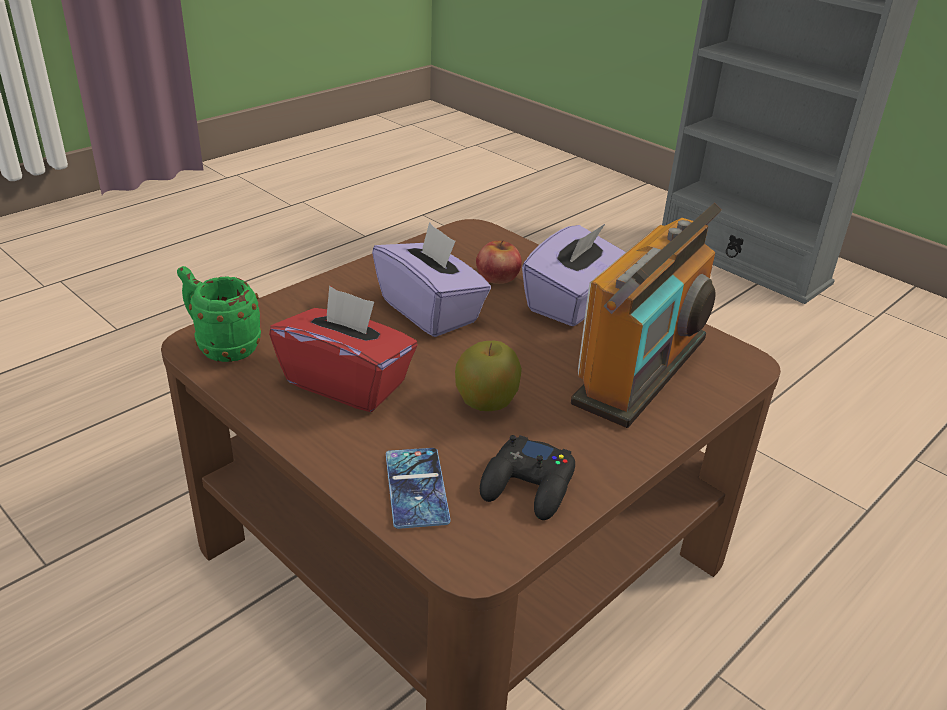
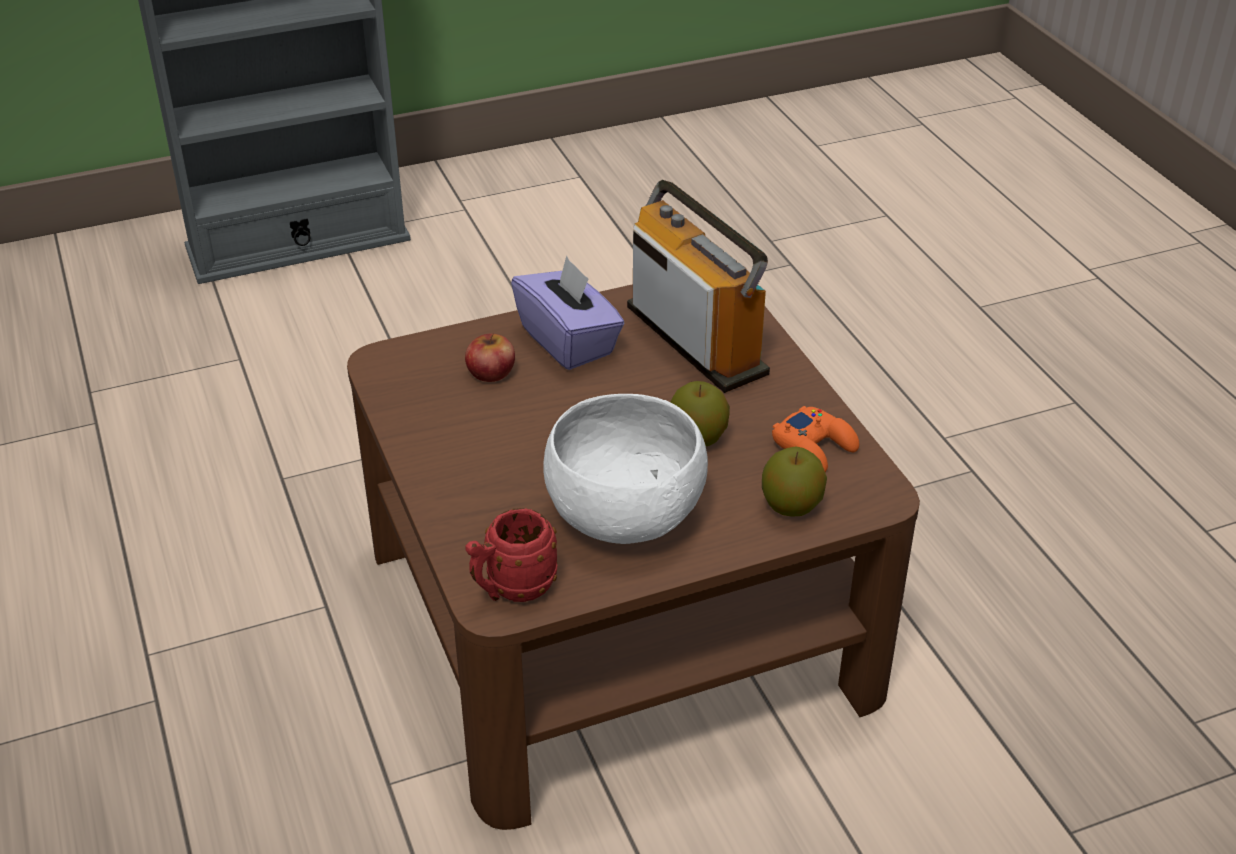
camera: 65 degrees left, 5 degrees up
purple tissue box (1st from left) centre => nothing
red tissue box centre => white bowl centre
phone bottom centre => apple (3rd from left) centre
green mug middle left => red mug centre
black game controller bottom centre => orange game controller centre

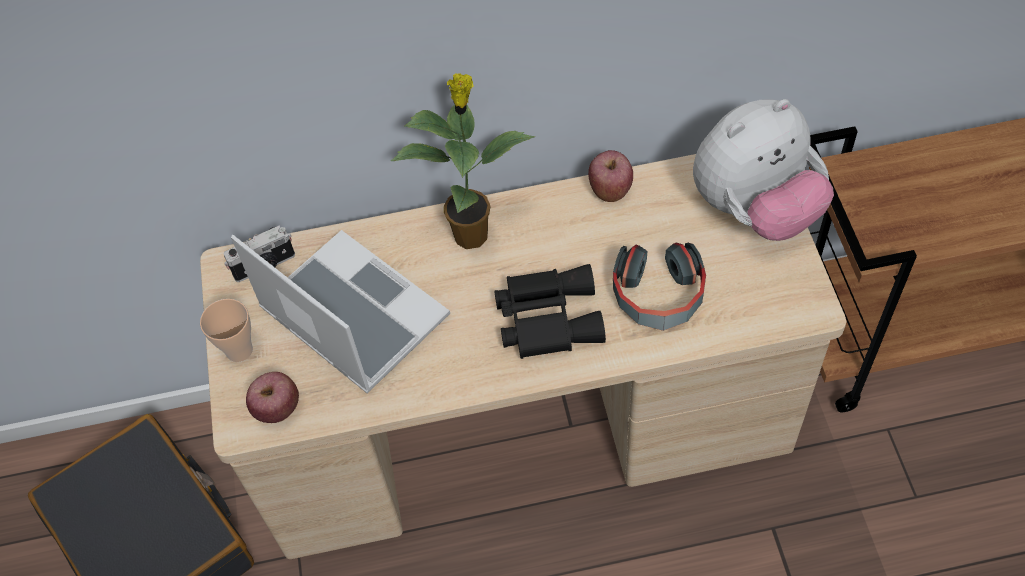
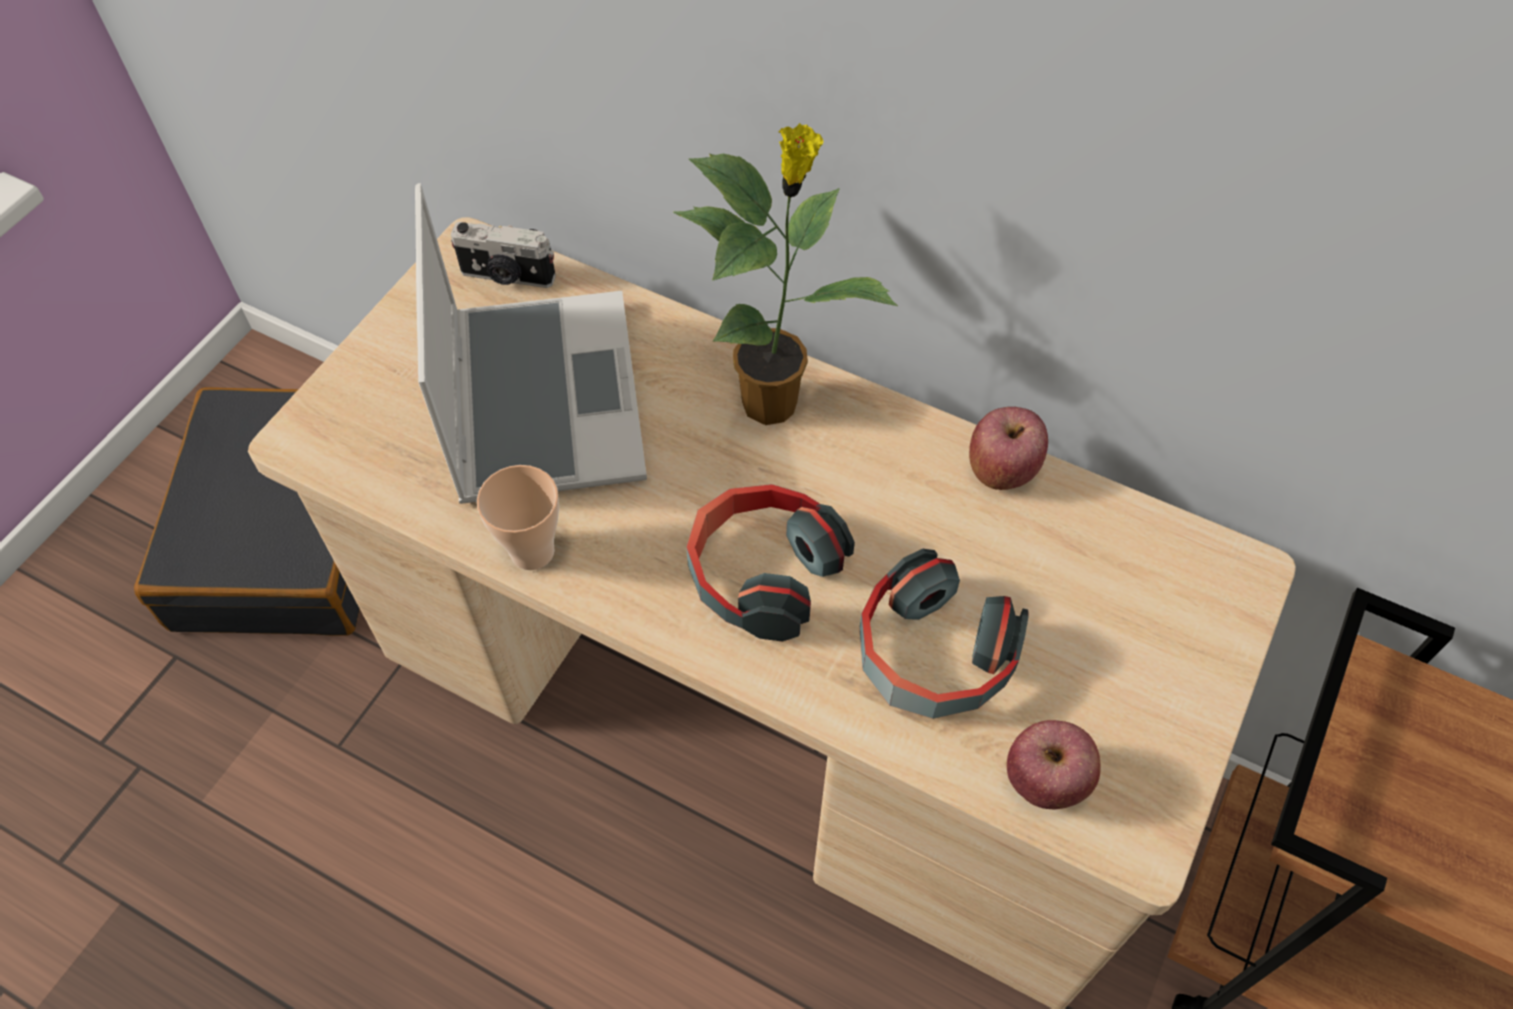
camera: 35 degrees right, 0 degrees up
plush toy top right => nothing
cup middle left => cup centre, move
apple (1st from left in the first image) bottom left => apple (2nd from left) bottom right, move
black binoculars centre => headphones (1st from left) centre

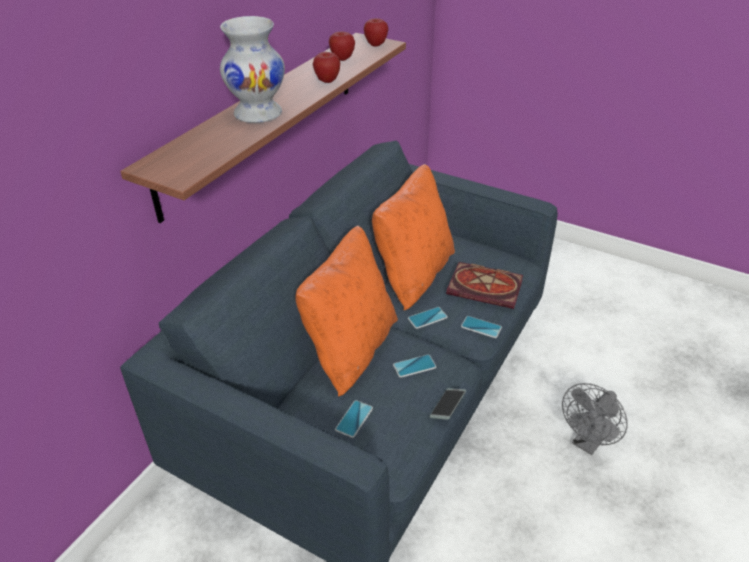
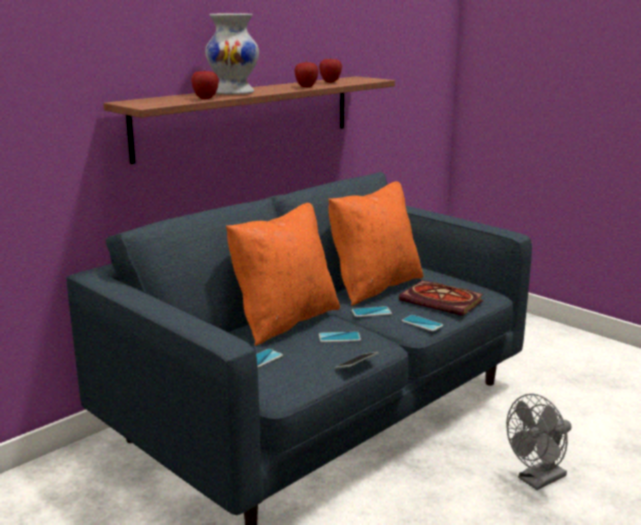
camera: 15 degrees right, 20 degrees down
apple (3rd from left in the first image) top centre => apple (1st from left) top left, move

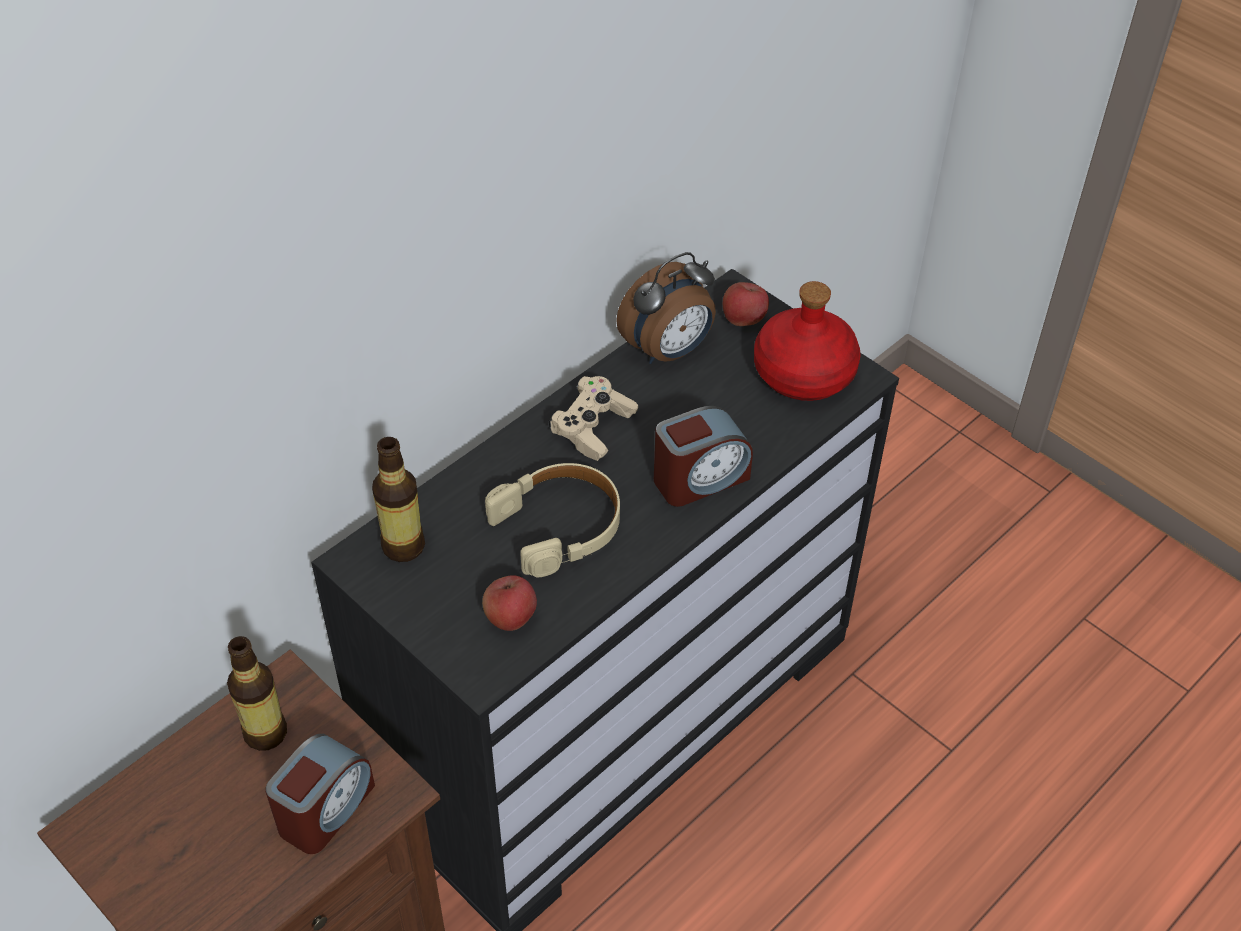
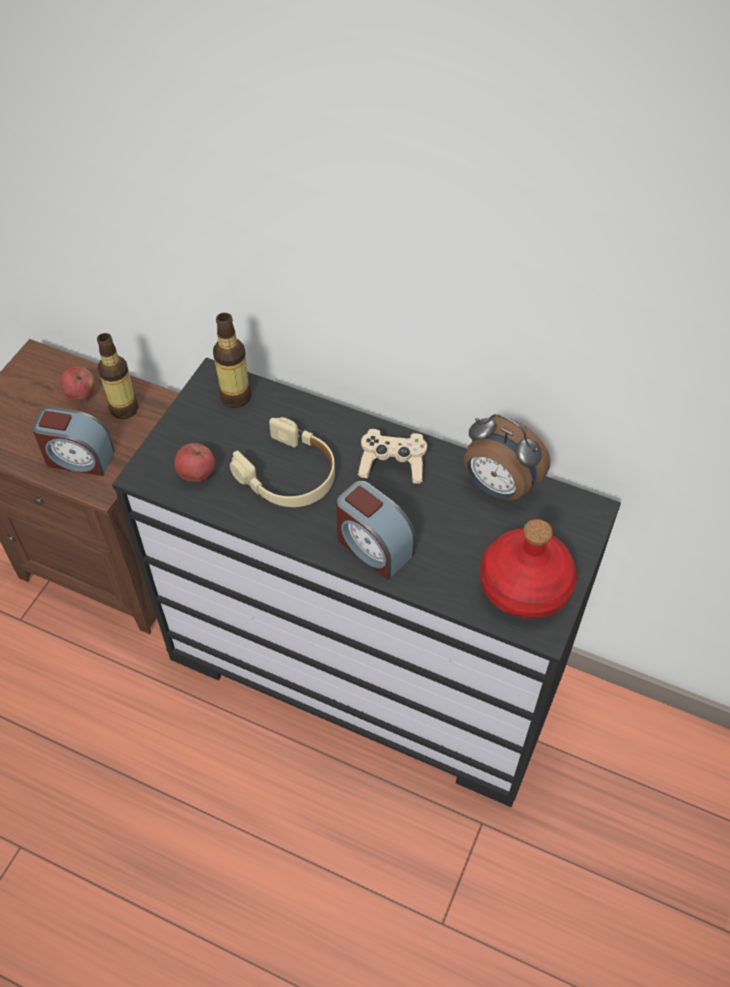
camera: 70 degrees right, 5 degrees up
apple (2nd from left in the first image) top centre => apple (1st from left) middle left, move

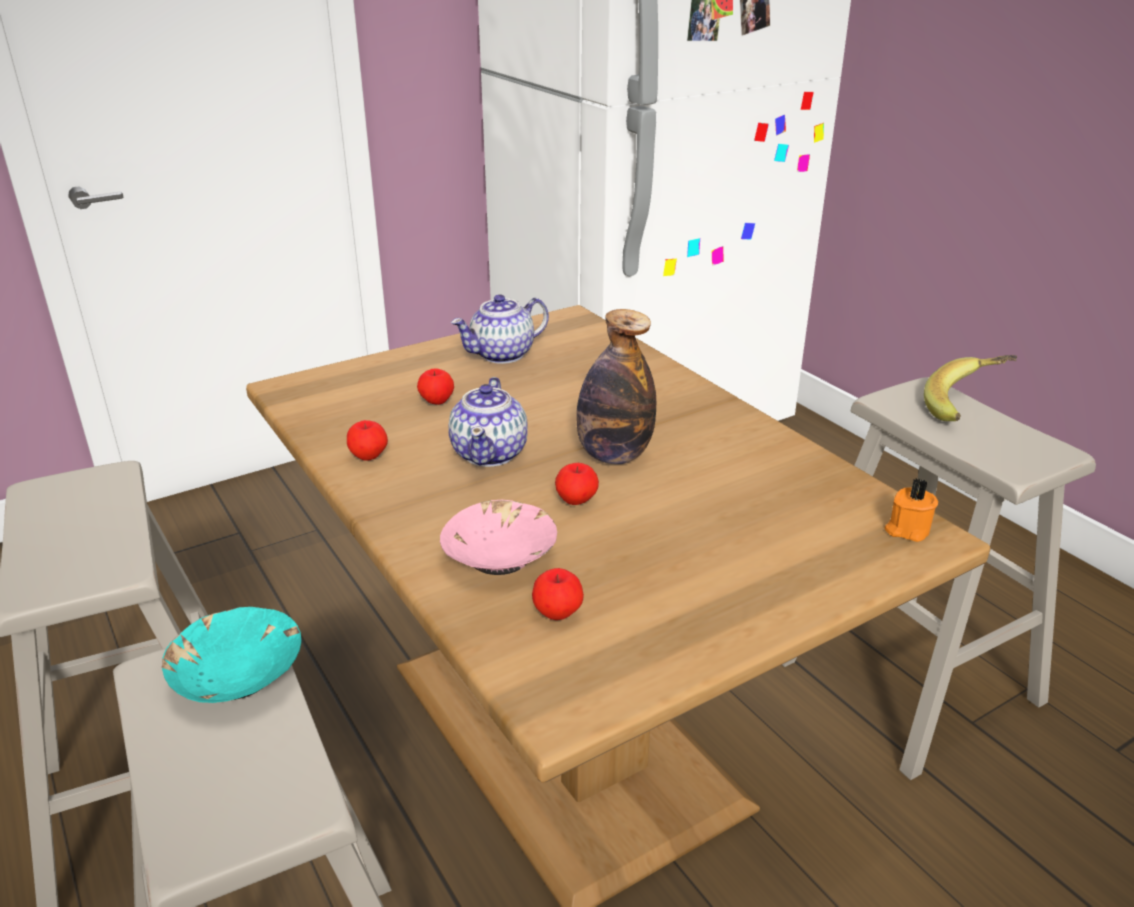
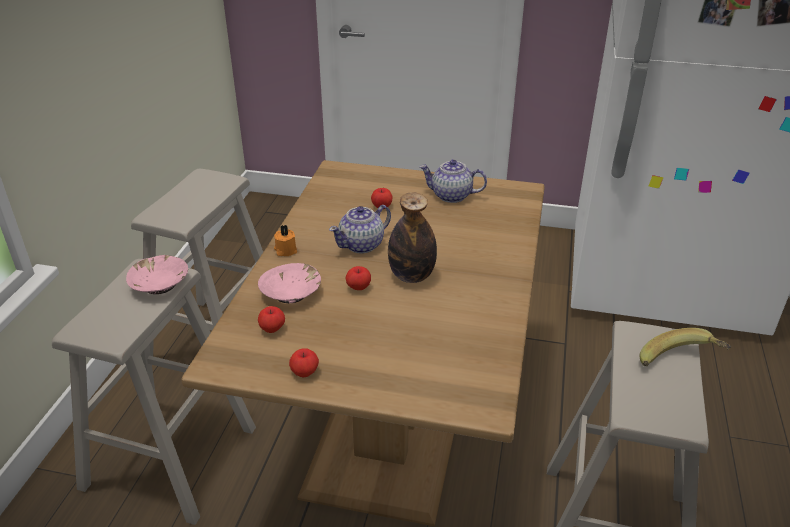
camera: 45 degrees right, 5 degrees up
apple (1st from left in the first image) middle left => apple (2nd from left) bottom centre, move
orange candle middle right => orange candle centre, move
turquoise bowl bottom left => pink bowl (1st from left) middle left

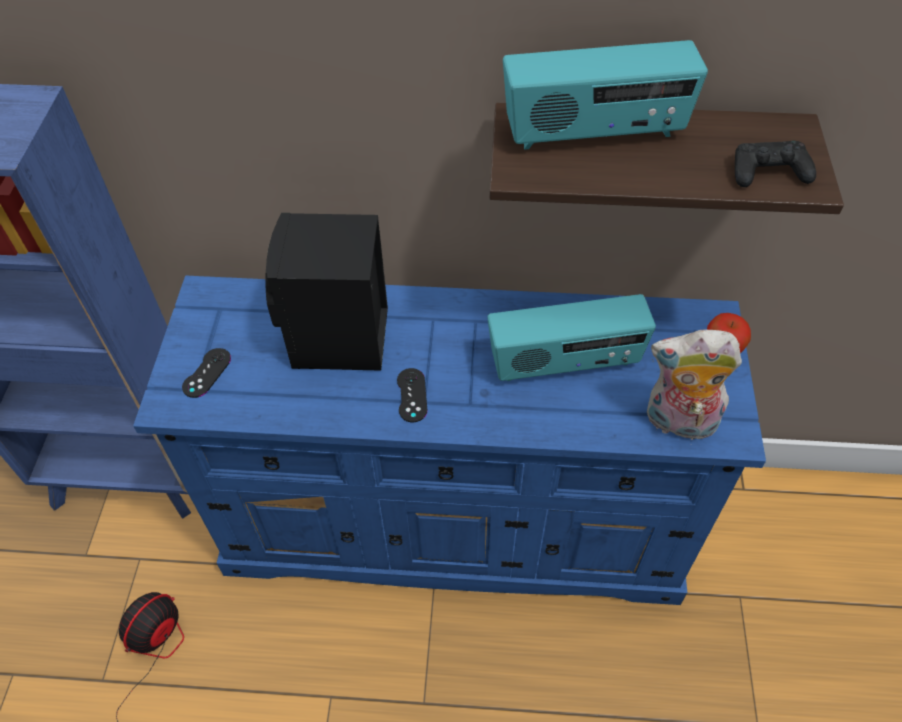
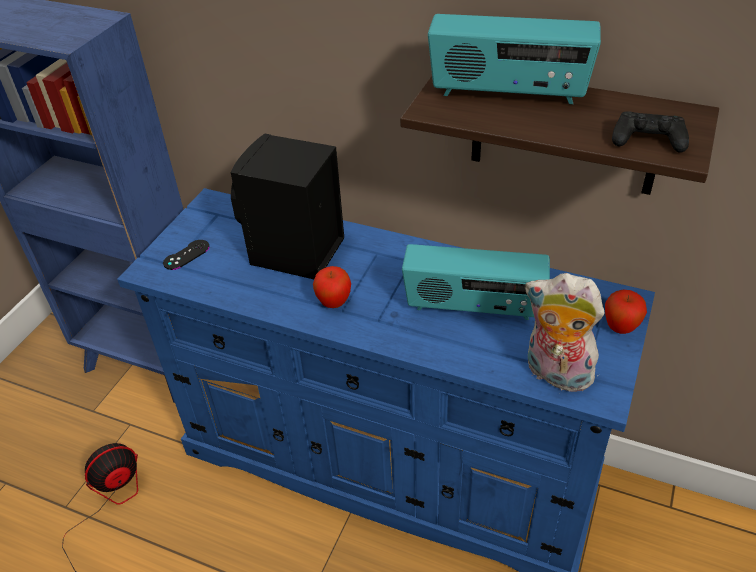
camera: 20 degrees right, 10 degrees down
black game controller (2nd from left) centre => apple (1st from left) centre

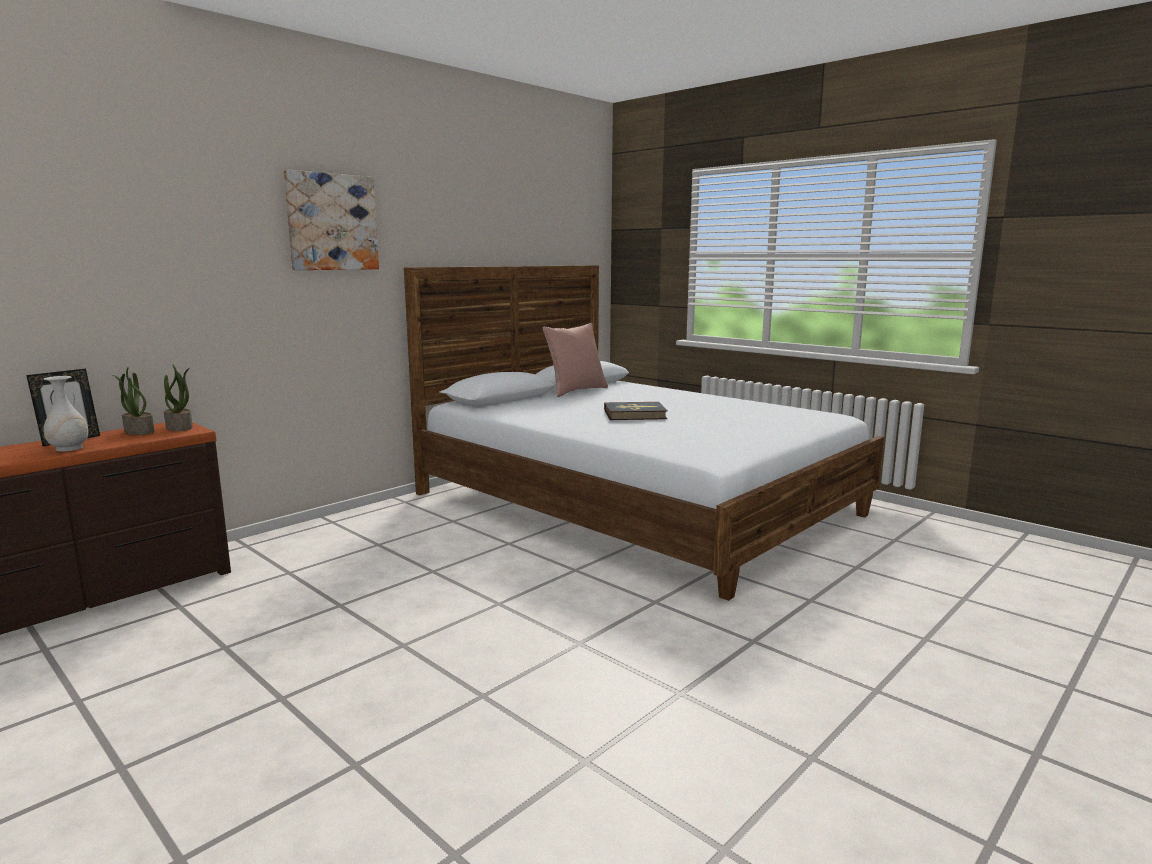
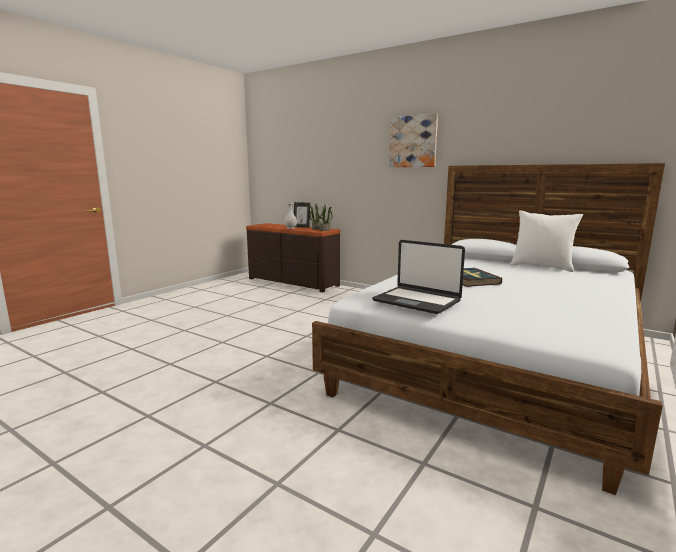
camera: 80 degrees right, 0 degrees up
nothing => laptop centre
pink pillow centre => white pillow middle right

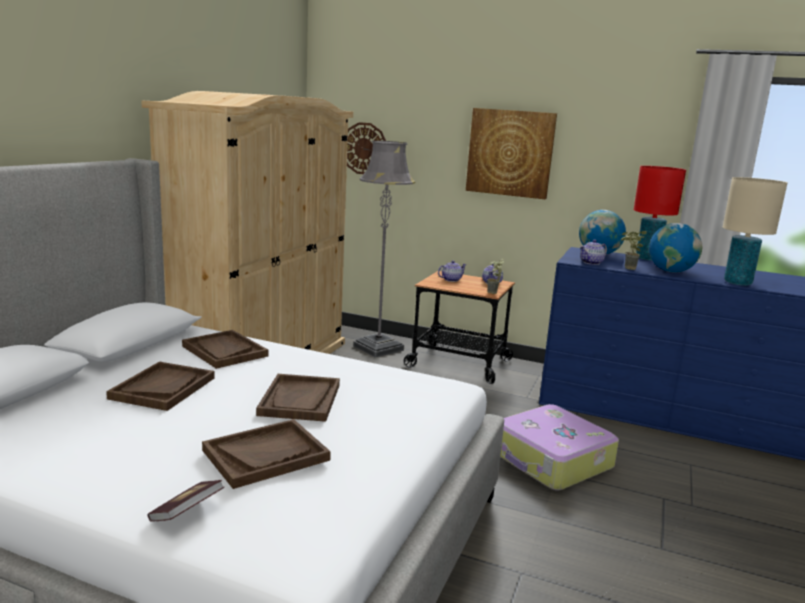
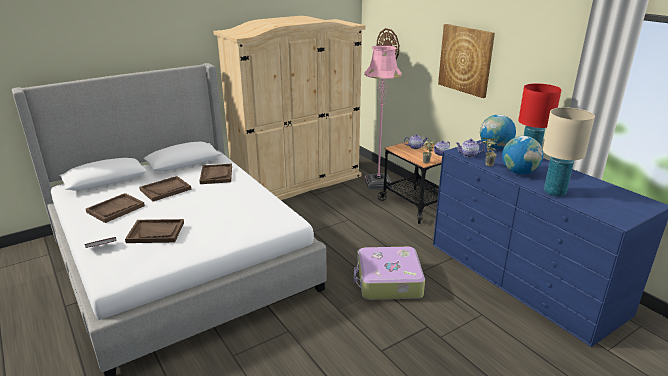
camera: 35 degrees right, 10 degrees up
brown tray (4th from left in the first image) centre => brown tray (1st from left) middle left, move
grey floor lamp centre => pink floor lamp top centre

